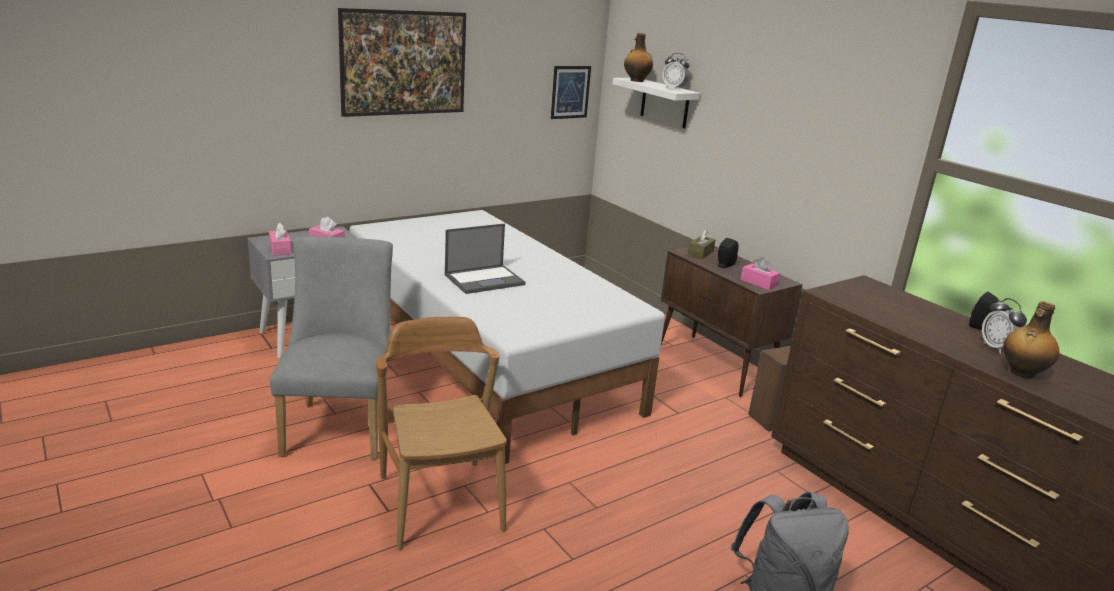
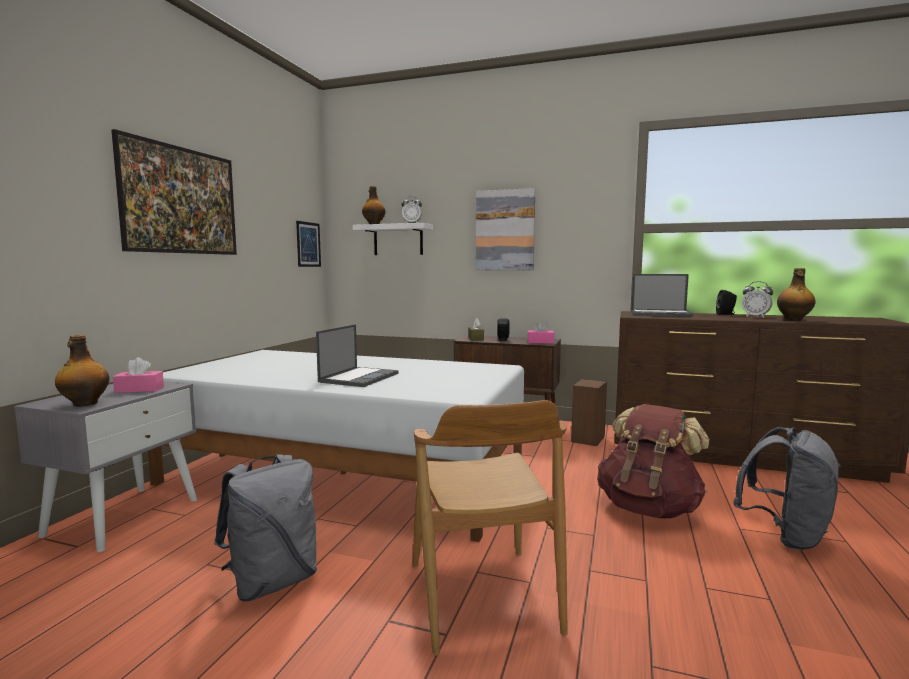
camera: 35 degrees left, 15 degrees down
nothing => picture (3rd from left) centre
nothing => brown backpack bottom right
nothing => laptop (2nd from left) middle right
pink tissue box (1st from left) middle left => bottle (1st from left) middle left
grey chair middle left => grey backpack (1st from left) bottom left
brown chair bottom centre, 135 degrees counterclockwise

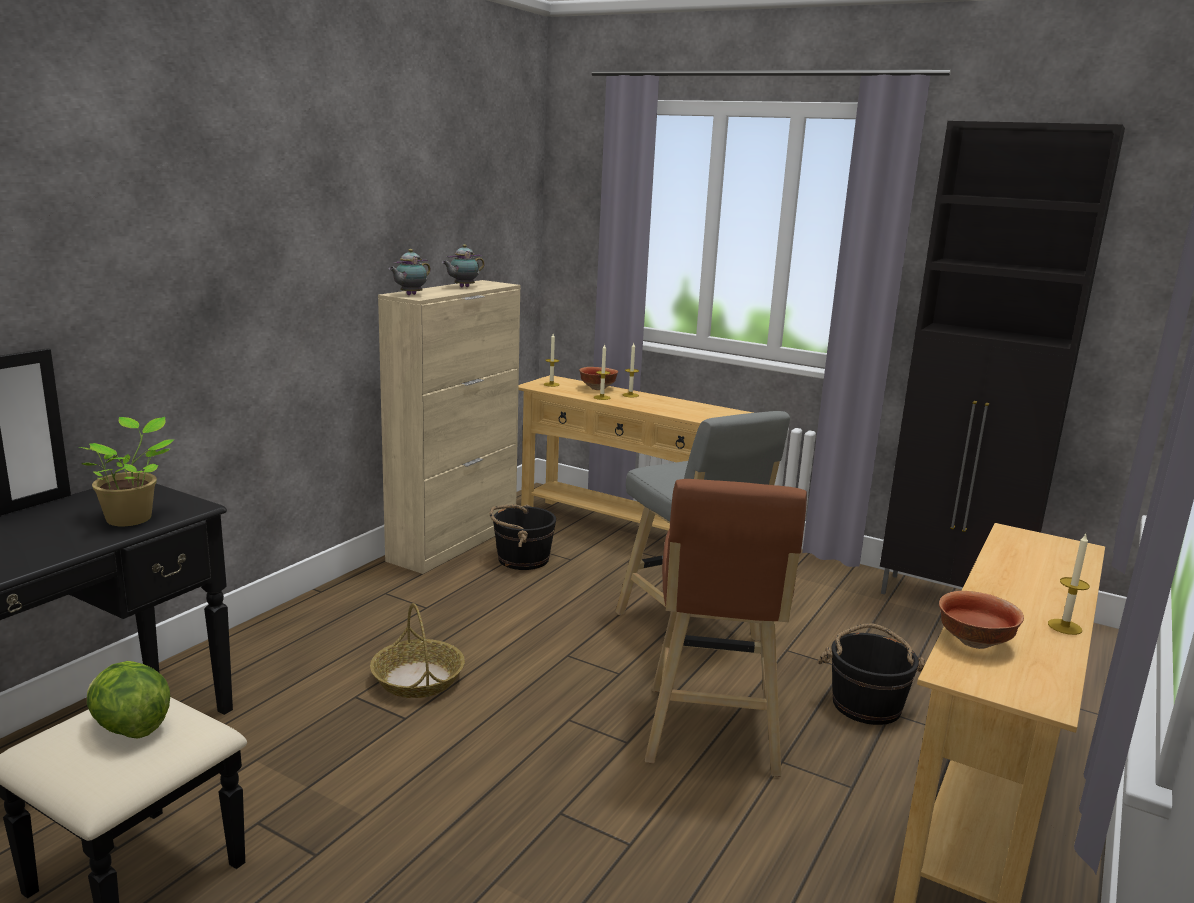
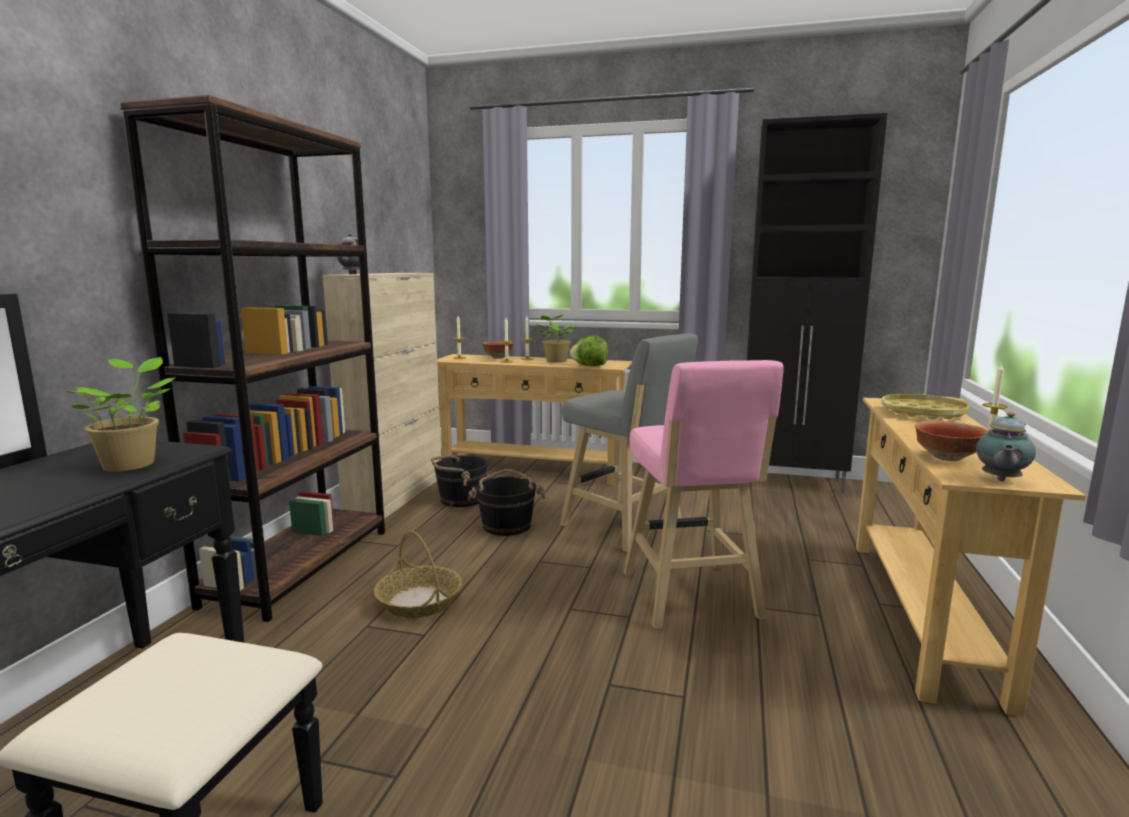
camera: 15 degrees left, 5 degrees down
nothing => brown bookcase middle left
nothing => potted plant (2nd from left) centre
nothing => yellow tray middle right
lettuce bottom left => lettuce centre, move
teapot (2nd from left) top centre => teapot (2nd from left) middle right, move
black bucket (2nd from left) bottom right => black bucket (2nd from left) centre, move
brown stool bottom centre => pink stool centre

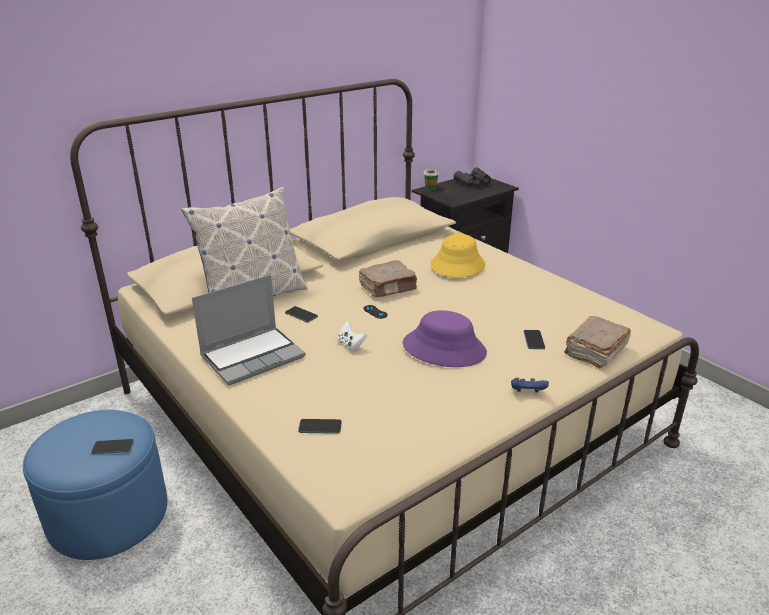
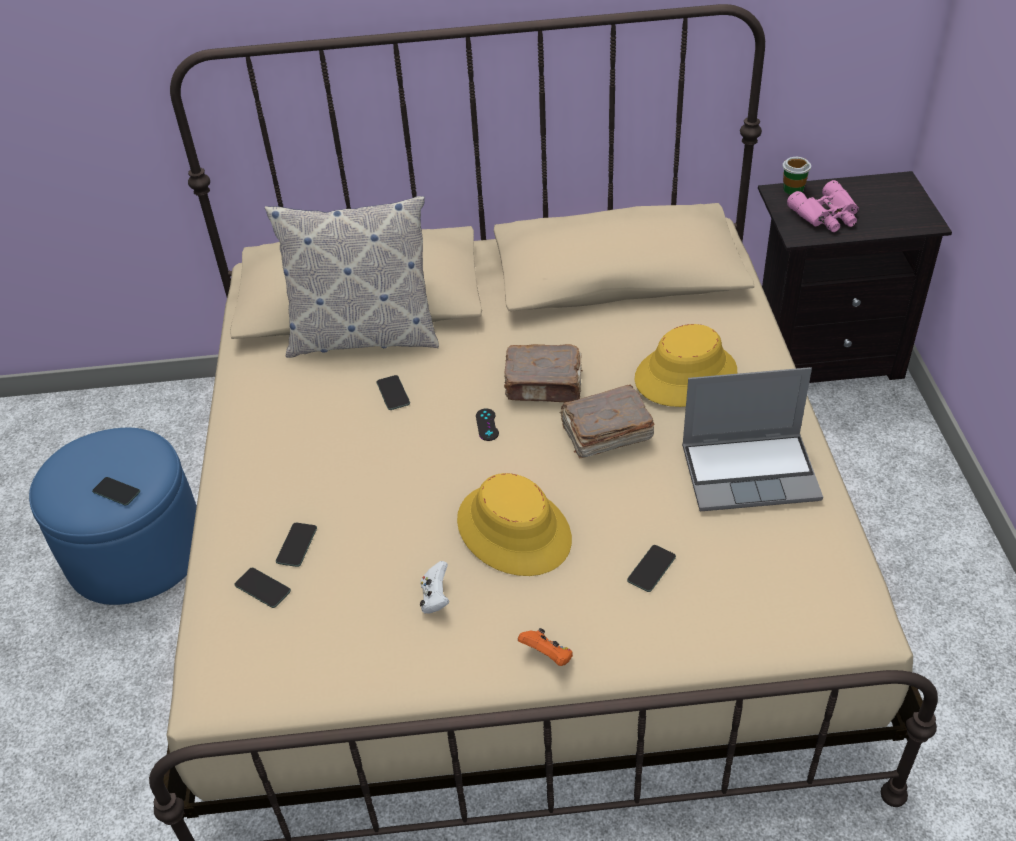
camera: 35 degrees right, 15 degrees up
black binoculars top centre => nothing
nothing => phone (3rd from left) middle left
nothing => pink binoculars top right
laptop middle left => laptop middle right, move
white game controller centre => white game controller bottom centre, move
brown book (2nd from left) middle right => brown book (2nd from left) centre, move
purple hat centre => yellow hat (1st from left) centre
blue game controller middle right => orange game controller bottom centre

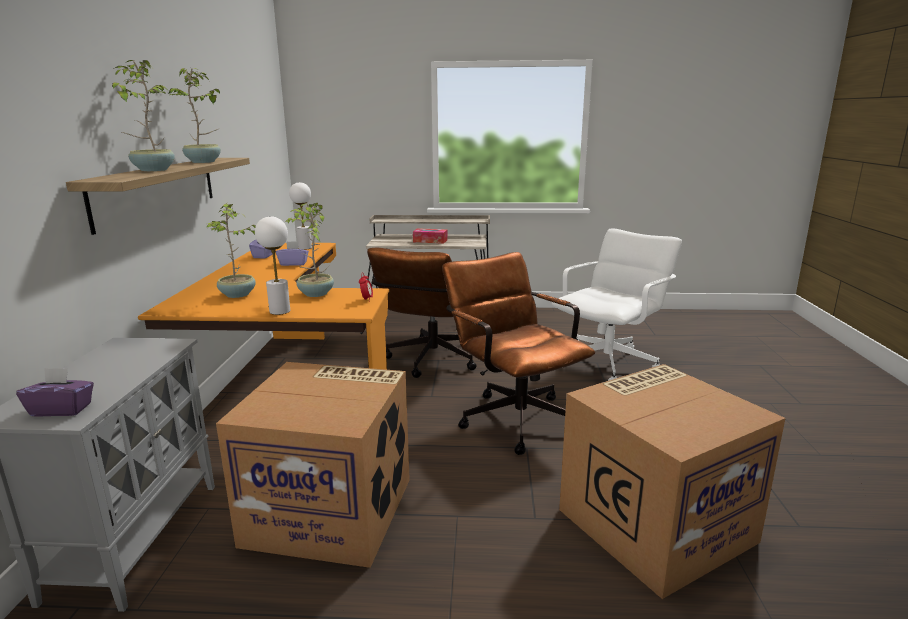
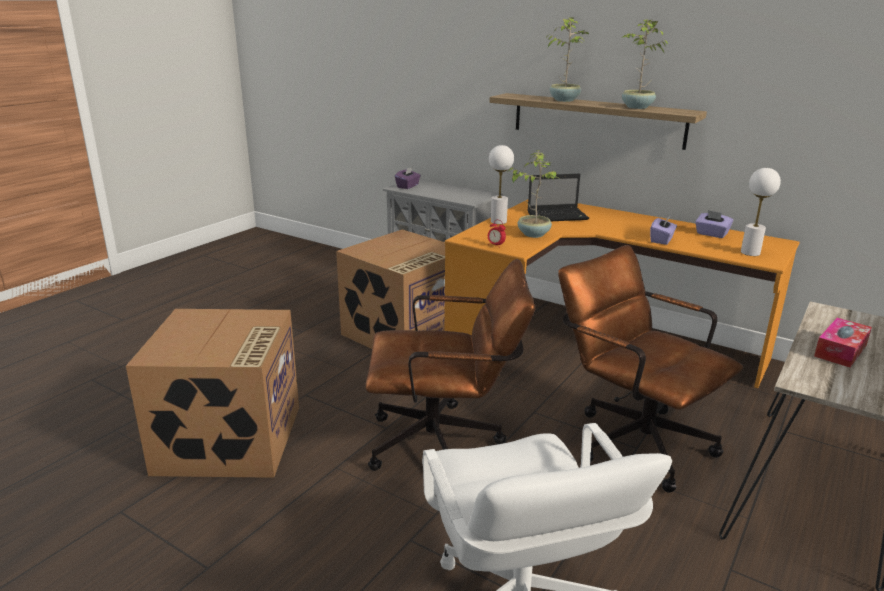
camera: 120 degrees right, 5 degrees up
potted plant (3rd from left) middle left => laptop centre

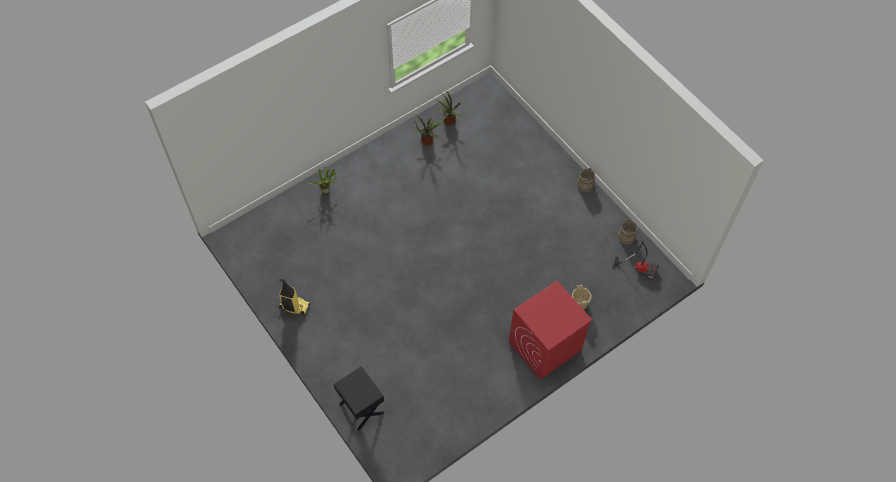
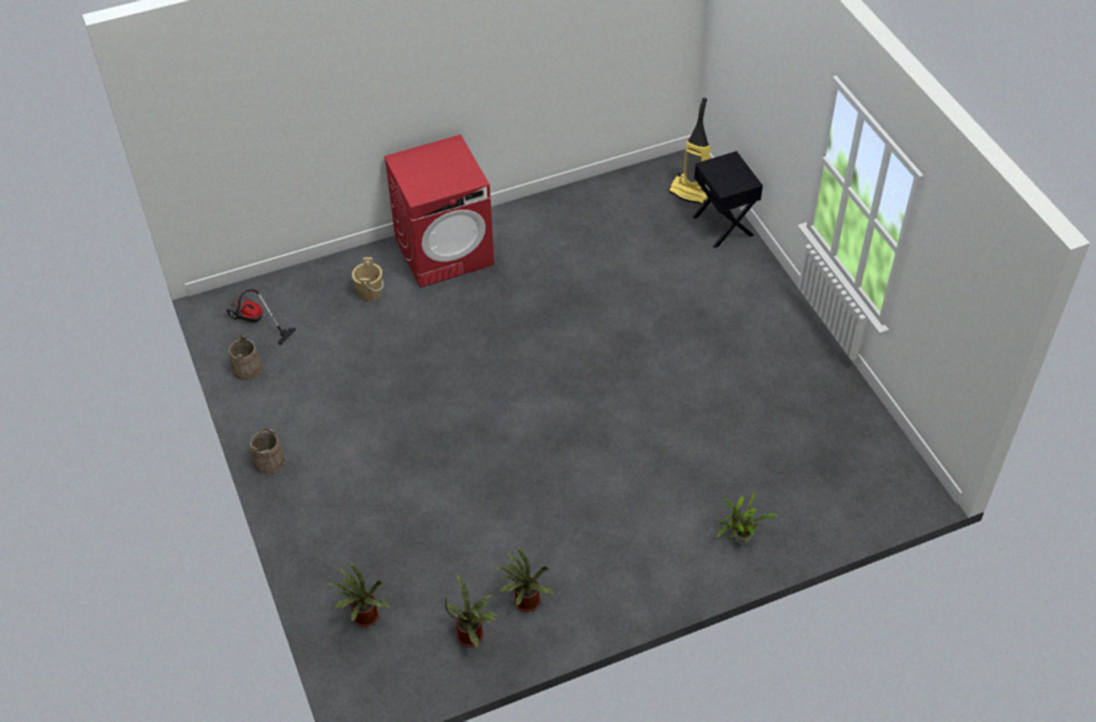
camera: 165 degrees left, 10 degrees down
nothing => potted plant (1st from left) bottom left
vacuum cleaner (1st from left in the first image) middle left => vacuum cleaner (2nd from left) top centre, move

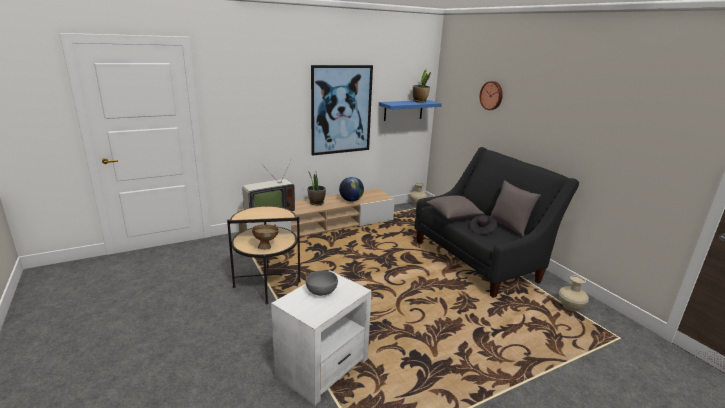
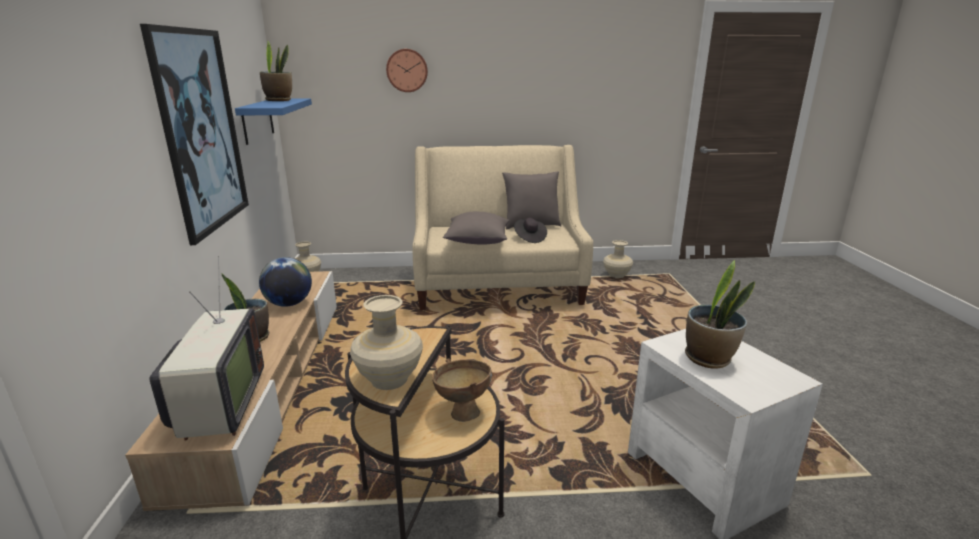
camera: 65 degrees left, 0 degrees up
nothing => beige vase (2nd from left) centre
grey bowl bottom centre => potted plant (3rd from left) middle right
black sofa middle right => beige sofa centre

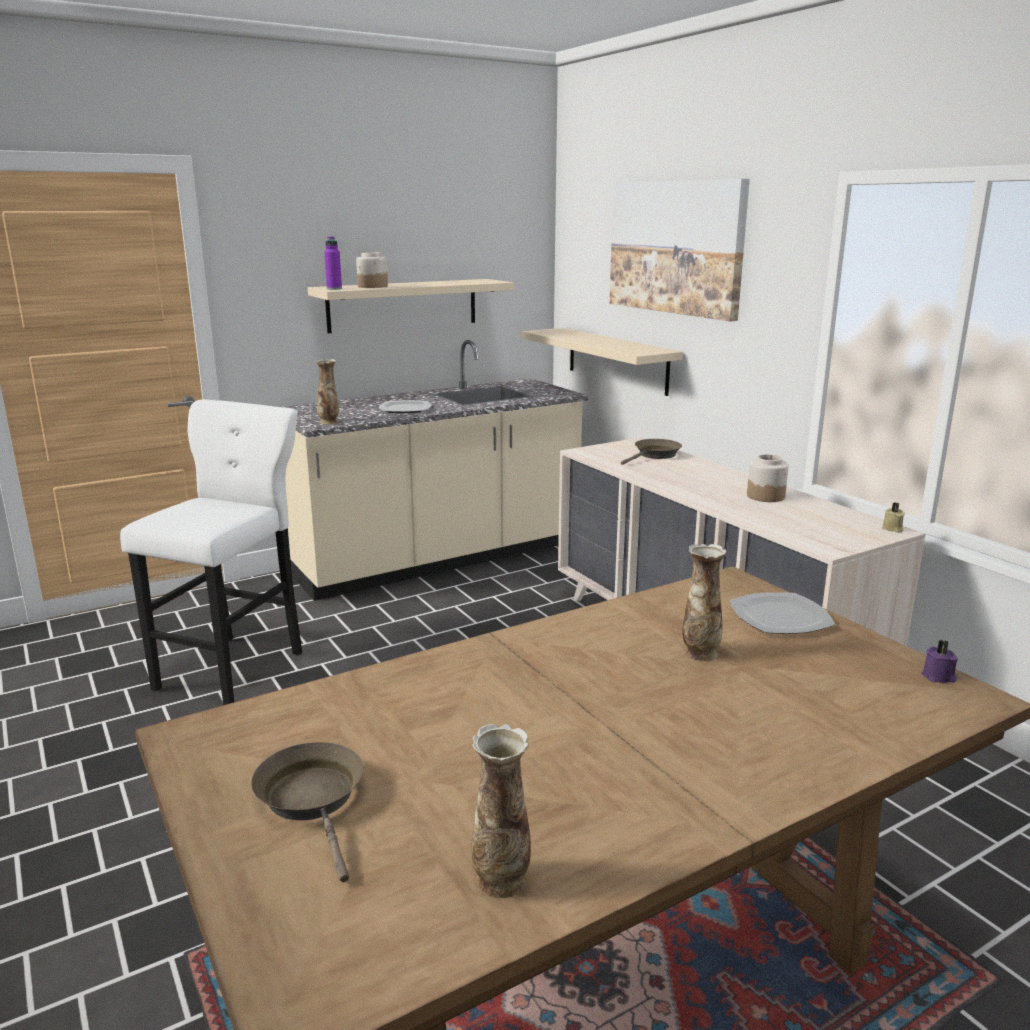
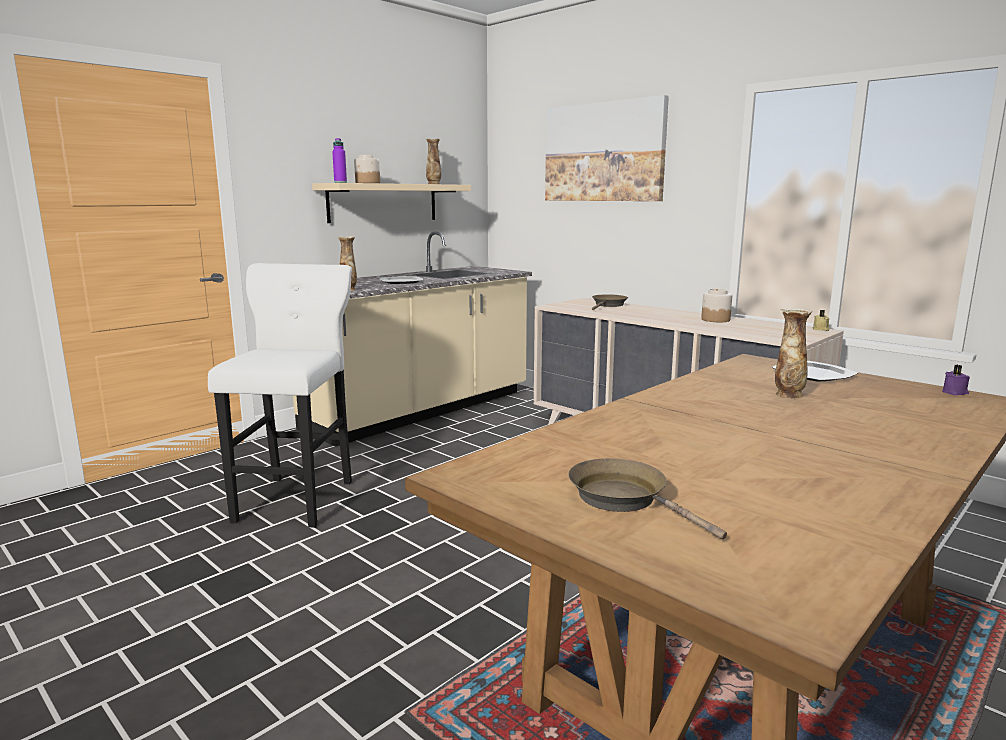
camera: 15 degrees left, 5 degrees down
beige shelf (2nd from left) centre => nothing
vase (2nd from left) bottom centre => vase (2nd from left) top centre, move

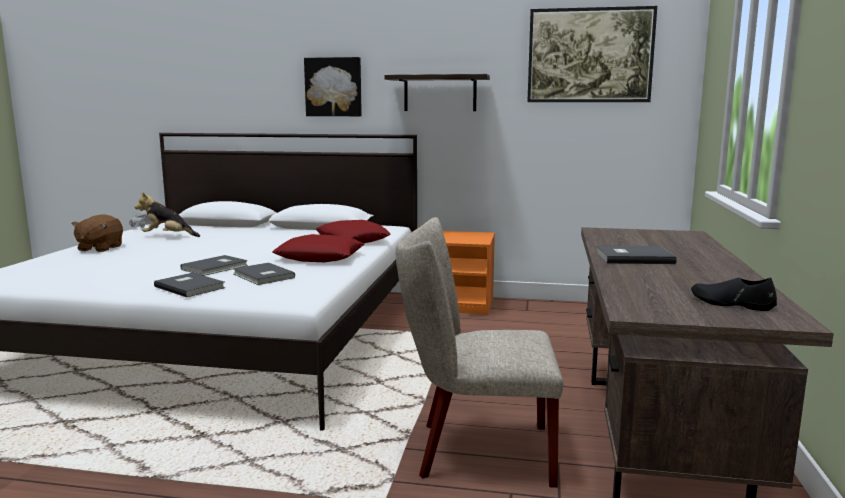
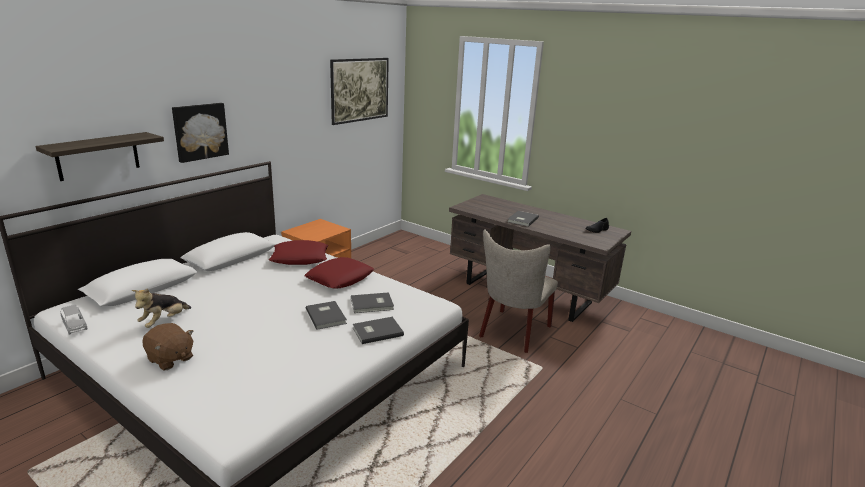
camera: 65 degrees left, 10 degrees up
shelf top centre => shelf top left, move

